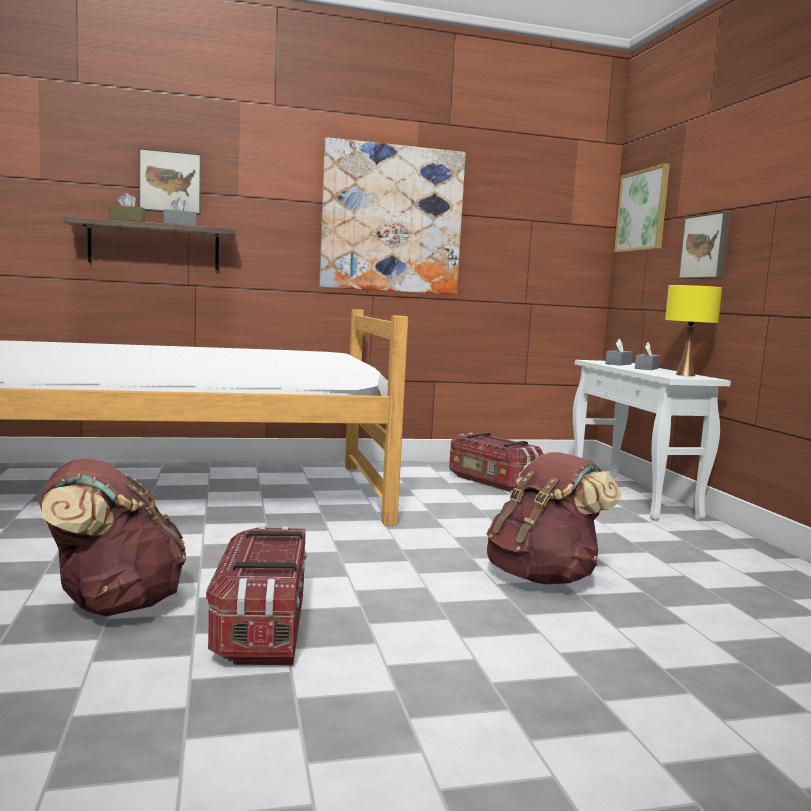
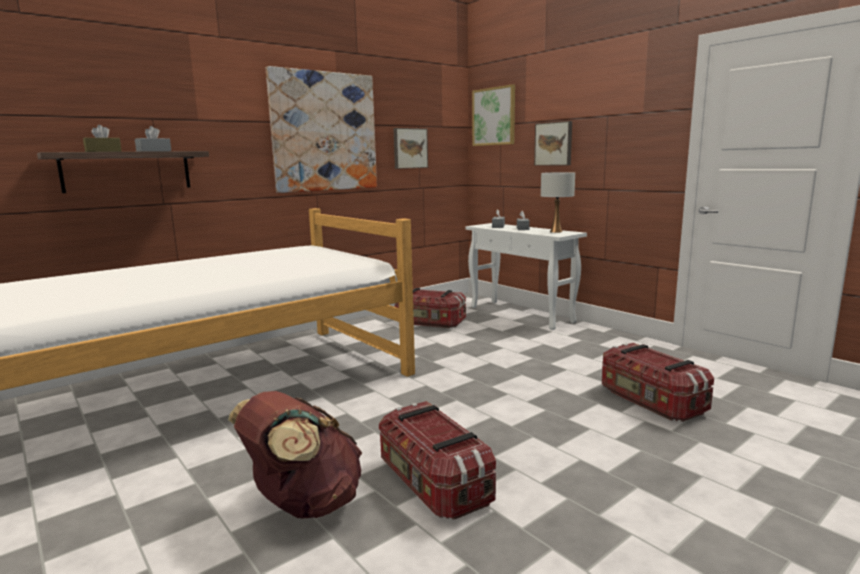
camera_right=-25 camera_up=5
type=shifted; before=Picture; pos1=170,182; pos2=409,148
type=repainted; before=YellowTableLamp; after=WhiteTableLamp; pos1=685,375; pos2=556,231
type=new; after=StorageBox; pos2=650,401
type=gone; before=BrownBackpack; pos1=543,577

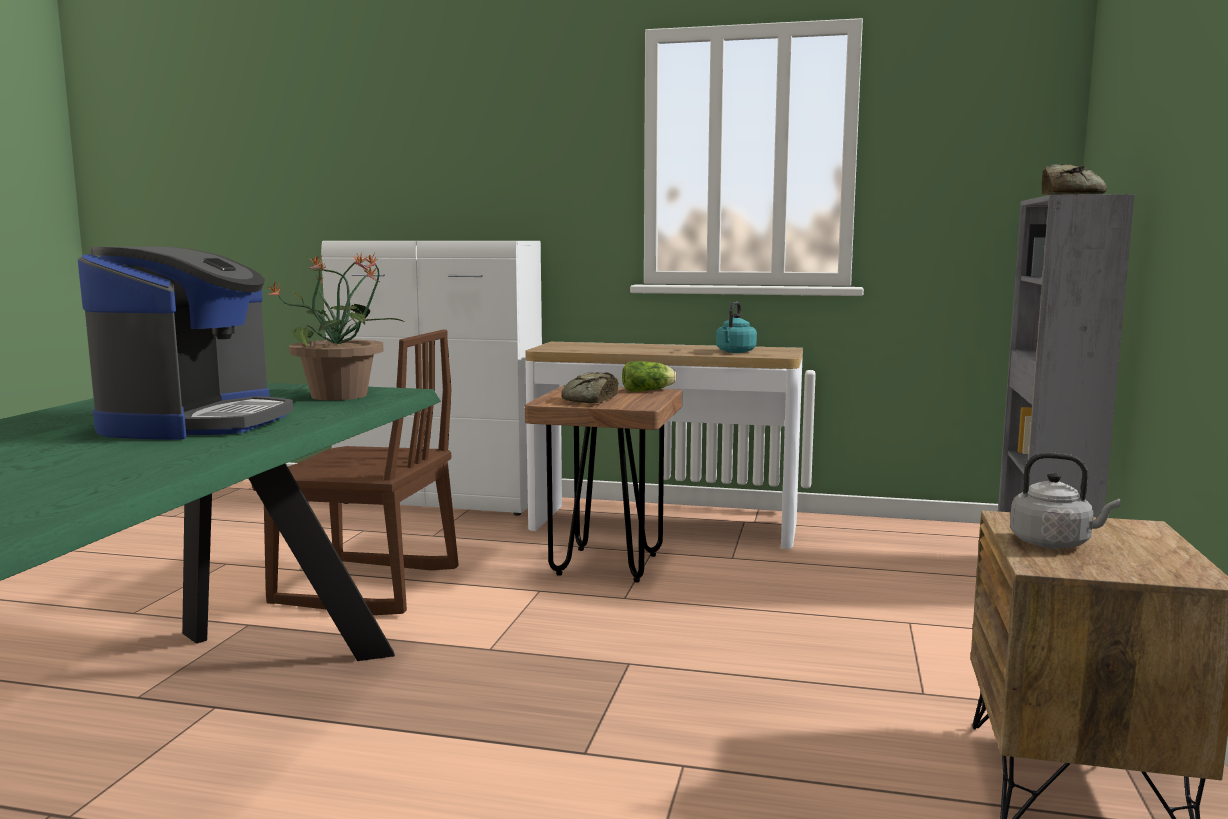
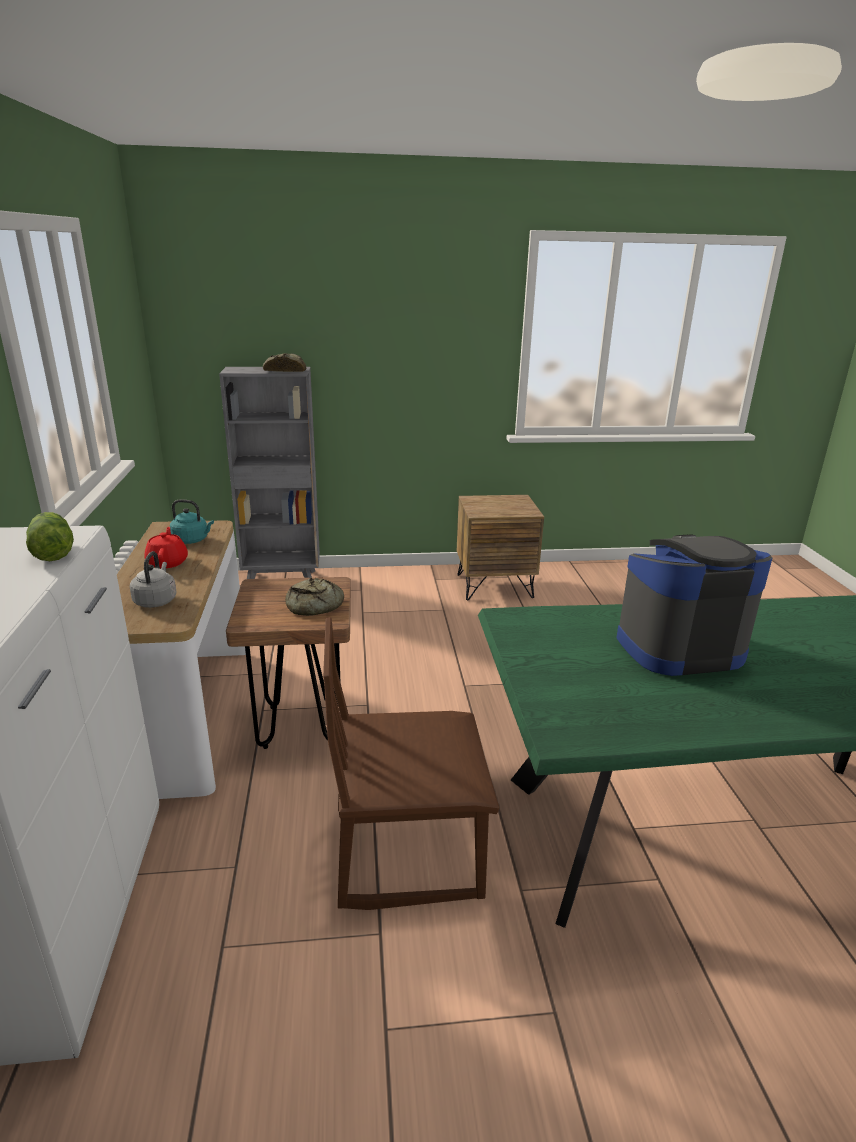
camera_right=-110 camera_up=15
type=shifted; before=Lettuce; pos1=649,390; pos2=53,551
type=shifted; before=GreyKettle; pos1=1054,543; pos2=156,600
type=new; after=RedTeapot; pos2=168,562
type=rotated; before=BrownChair; pos1=366,587; pos2=406,850; turn=-90
type=gone; before=PottedPlant; pos1=341,395

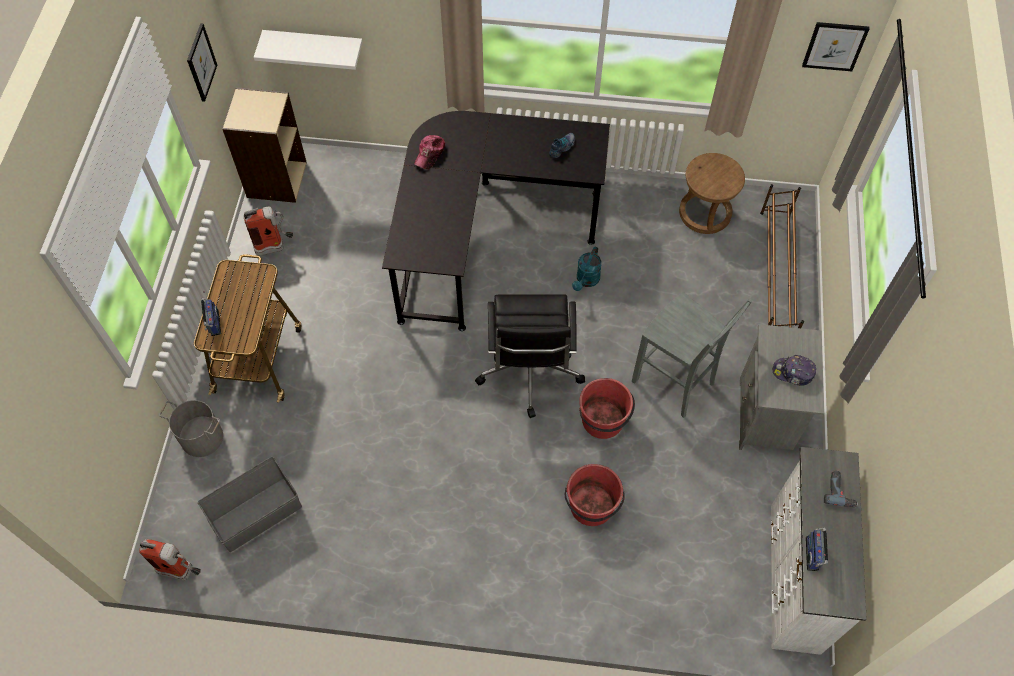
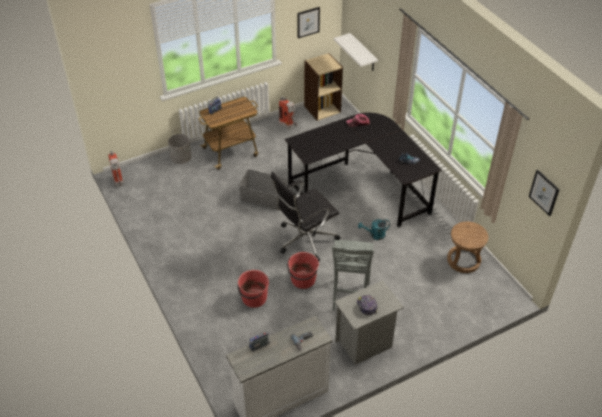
camera_right=55 camera_up=-15
type=shifted; before=GreyStorageBox; pos1=256,514; pos2=263,198
type=gone; before=BrownShoeRack; pos1=775,277

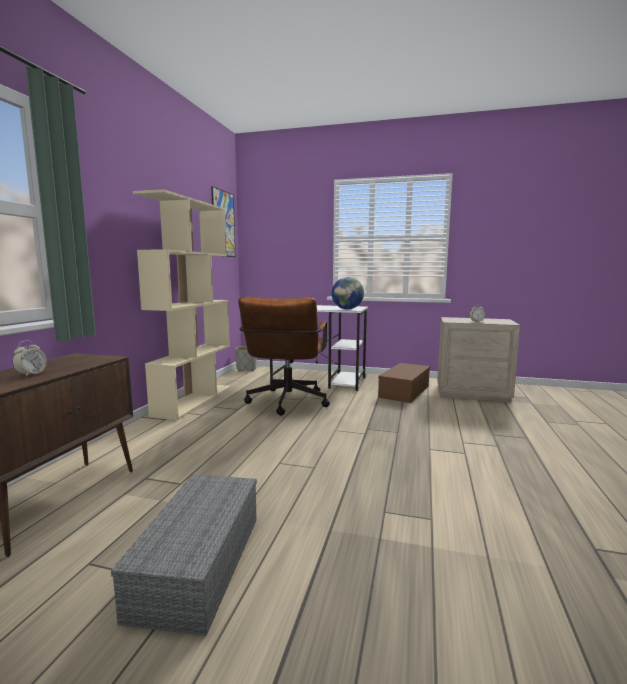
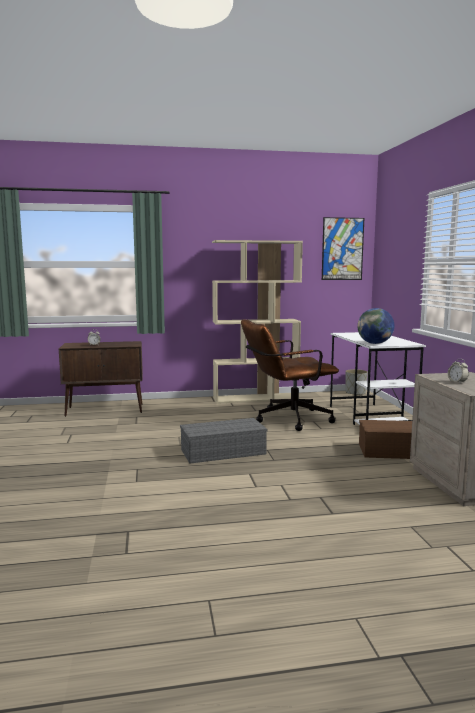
camera_right=65 camera_up=0
type=shifted; before=GreyStorageBox; pos1=198,561; pos2=224,451

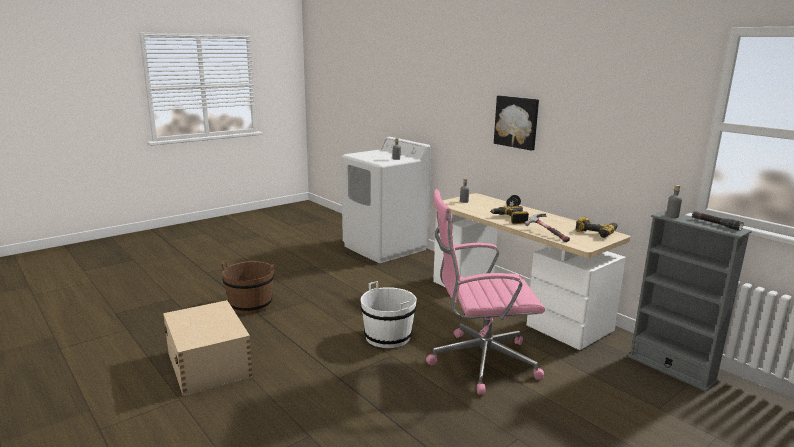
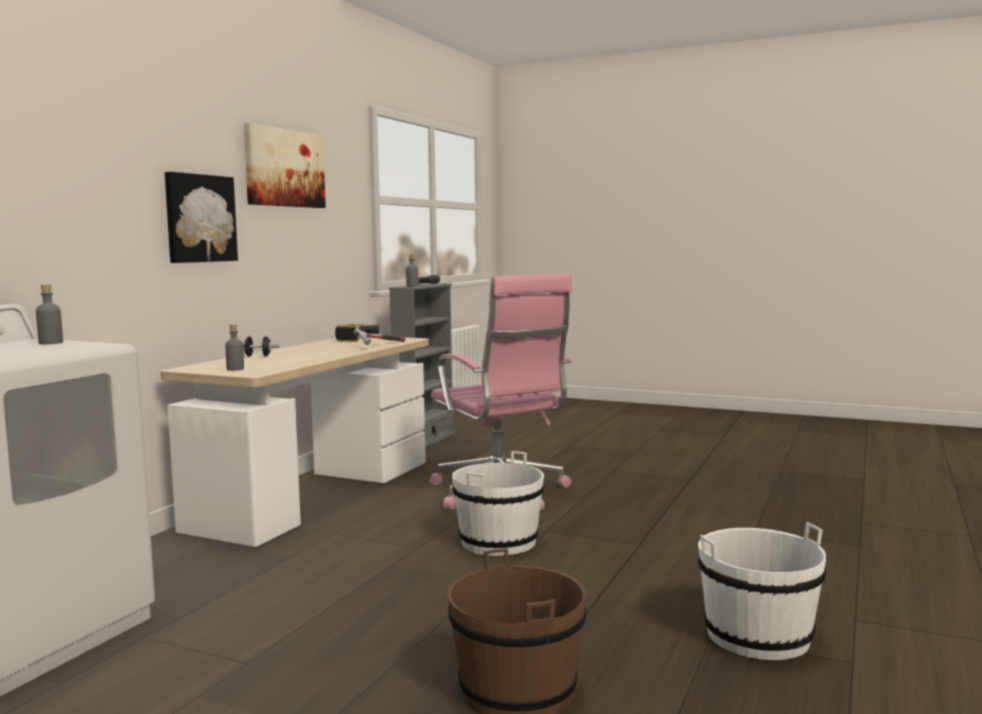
camera_right=-115 camera_up=-10
type=new; after=Picture; pos2=284,168
type=swapped; before=BeigeStorageBox; after=WhiteBucket; pos1=209,363; pos2=758,636
type=gone; before=PowerDrill; pos1=510,219

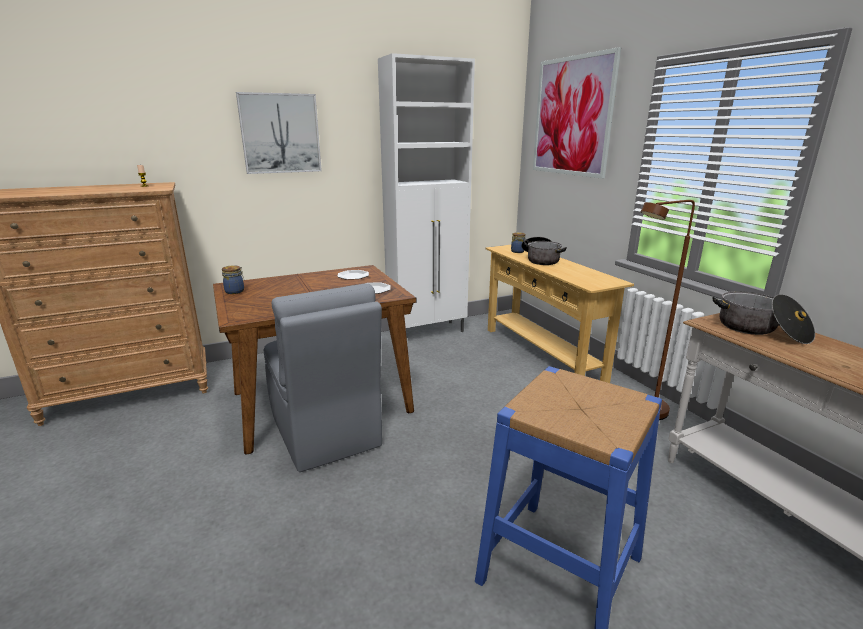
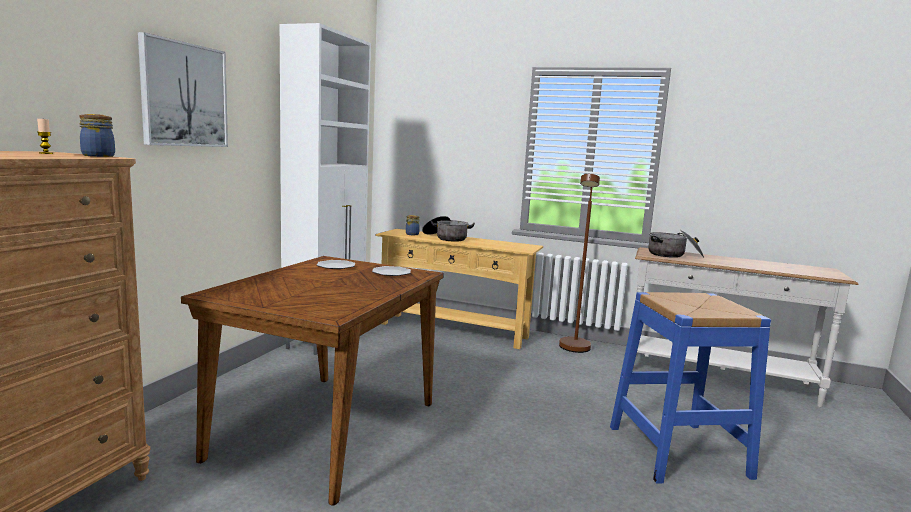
camera_right=-45 camera_up=-10
type=shifted; before=Jar; pos1=235,291; pos2=99,156
type=gone; before=GreyChair; pos1=325,432
type=gone; before=Picture; pos1=572,117

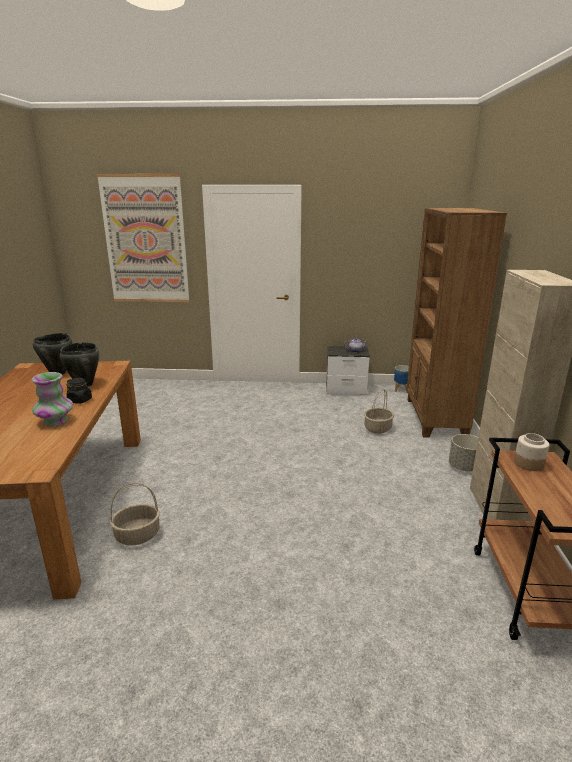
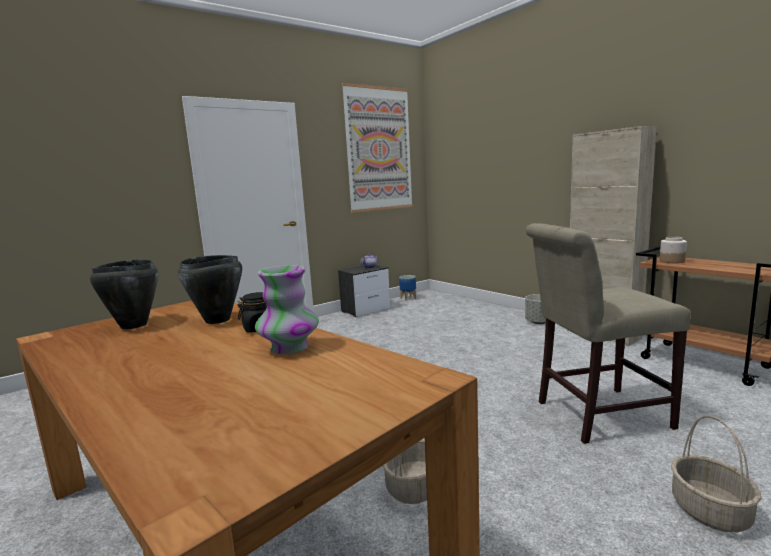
camera_right=-40 camera_up=-10
type=shifted; before=Picture; pos1=145,240; pos2=379,149
type=new; after=BeigeChair; pos2=595,415
type=shifted; before=Basket; pos1=377,428; pos2=708,511
type=gone; before=BrownBookcase; pos1=434,418

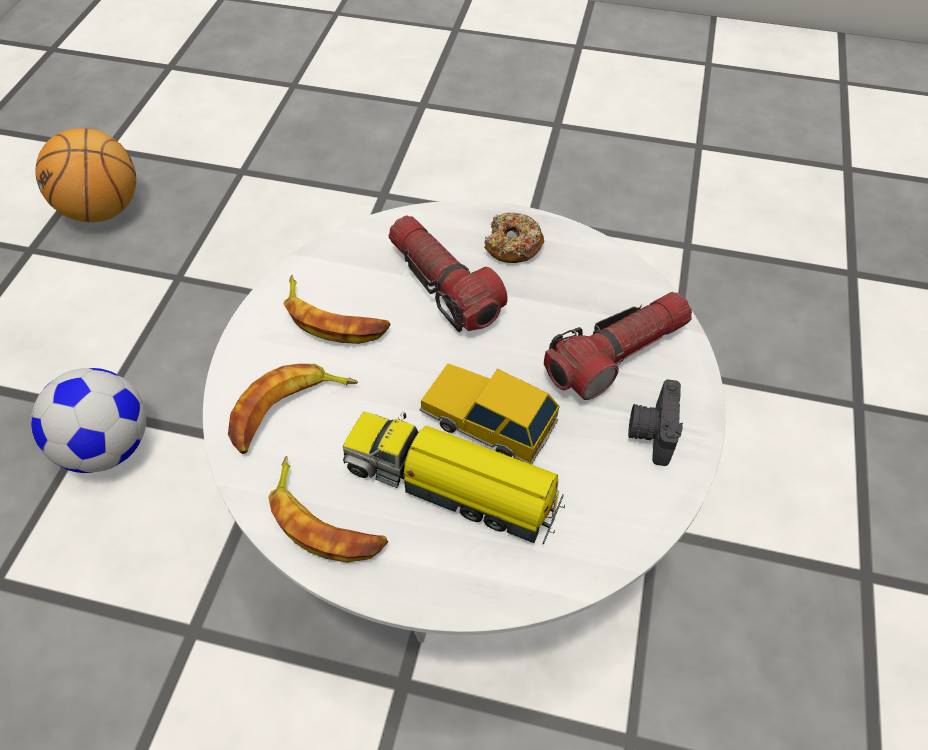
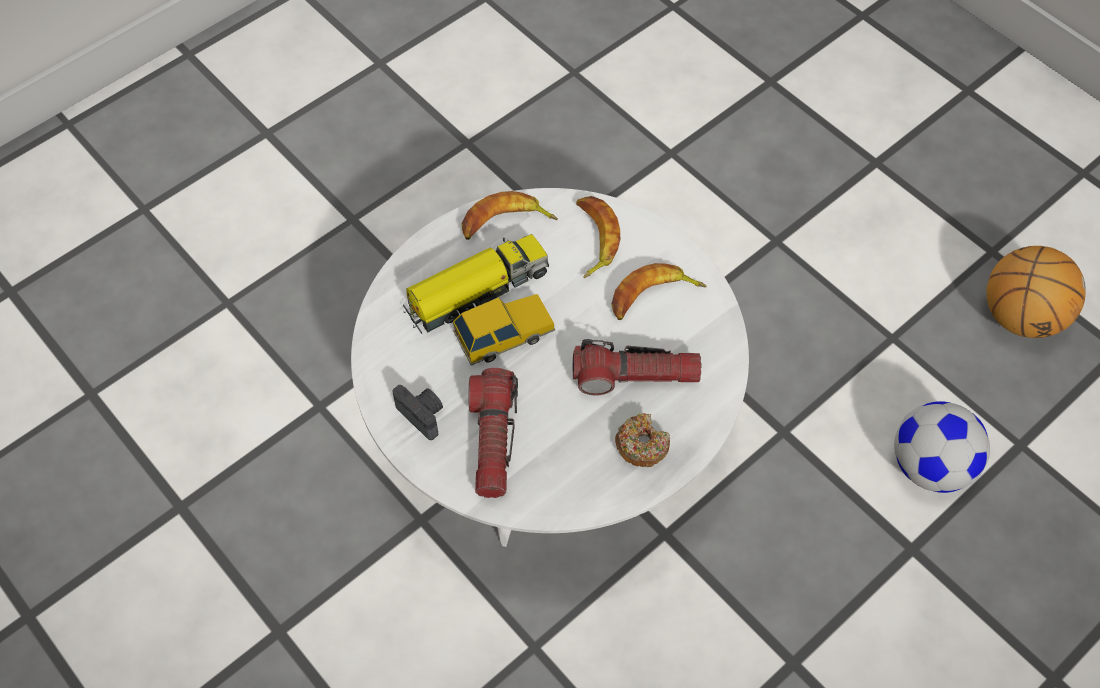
camera_right=125 camera_up=5
type=shifted; before=Football; pos1=108,446; pos2=930,466

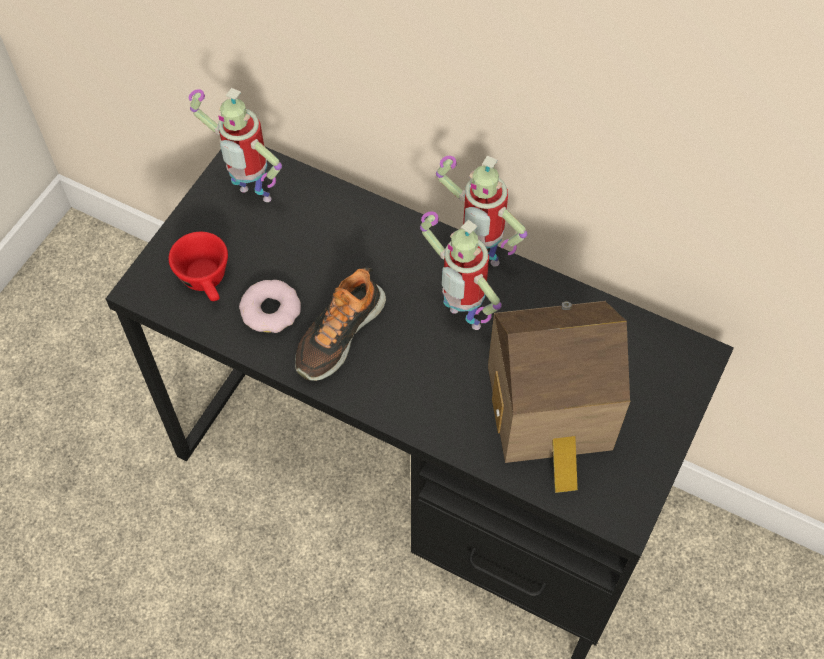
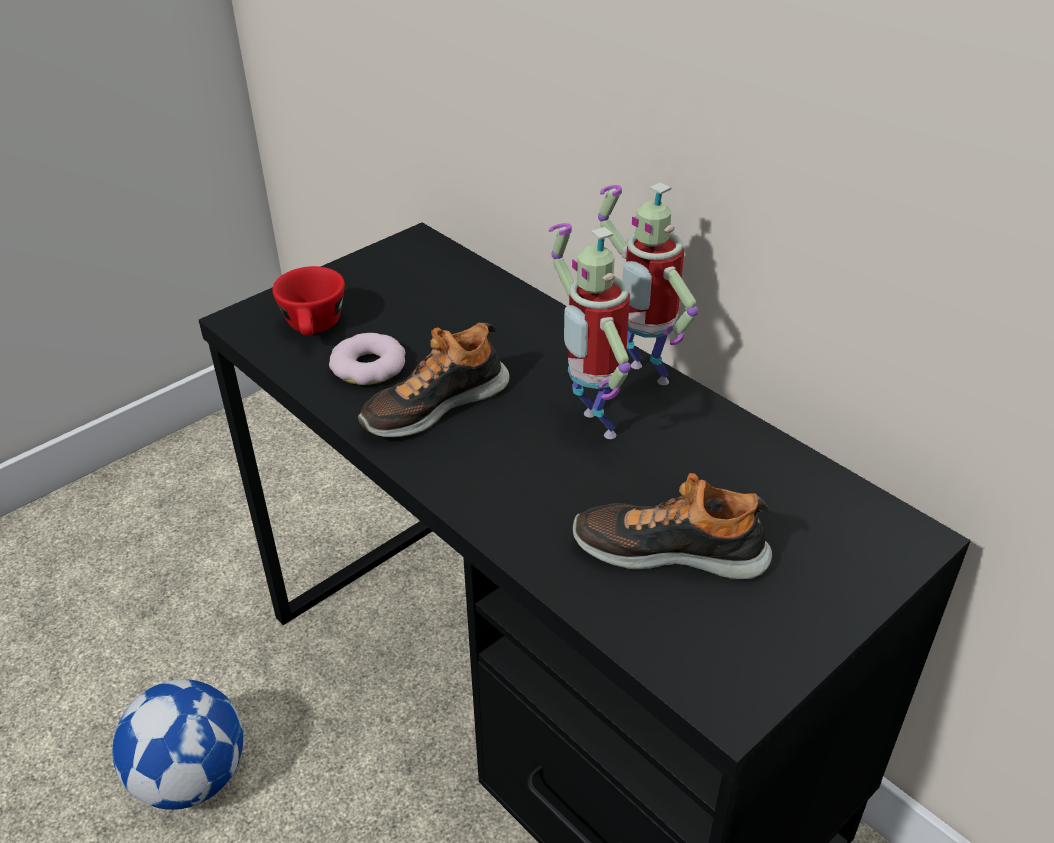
camera_right=20 camera_up=-20
type=new; after=Football; pos2=192,778
type=swapped; before=ToyHouse; after=Shoe; pos1=551,414; pos2=670,549
type=gone; before=ToyRobot; pos1=251,197

